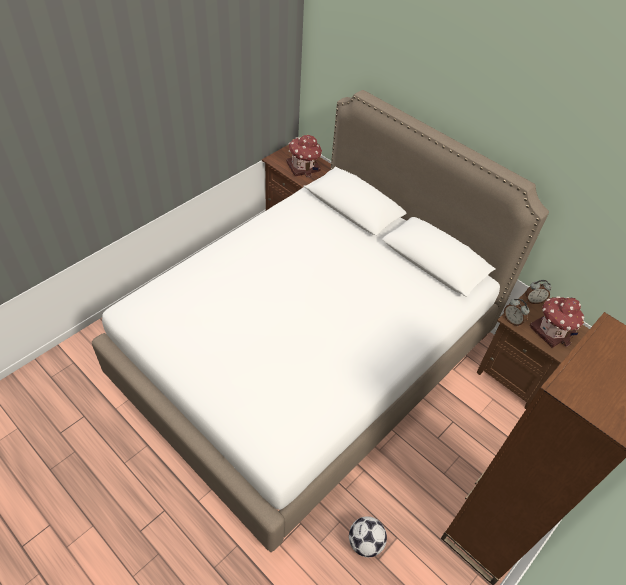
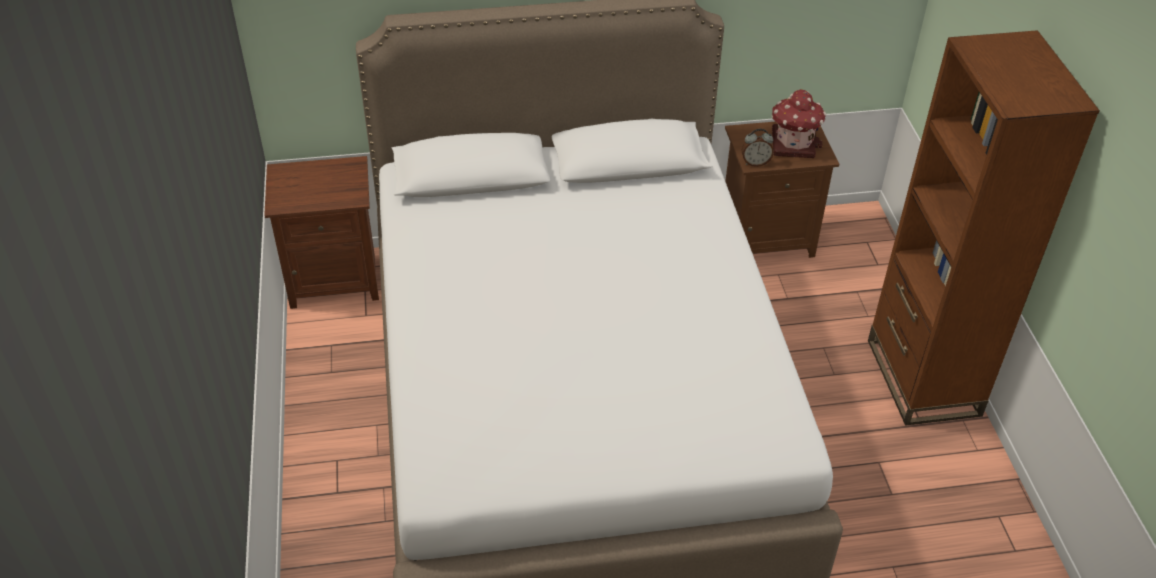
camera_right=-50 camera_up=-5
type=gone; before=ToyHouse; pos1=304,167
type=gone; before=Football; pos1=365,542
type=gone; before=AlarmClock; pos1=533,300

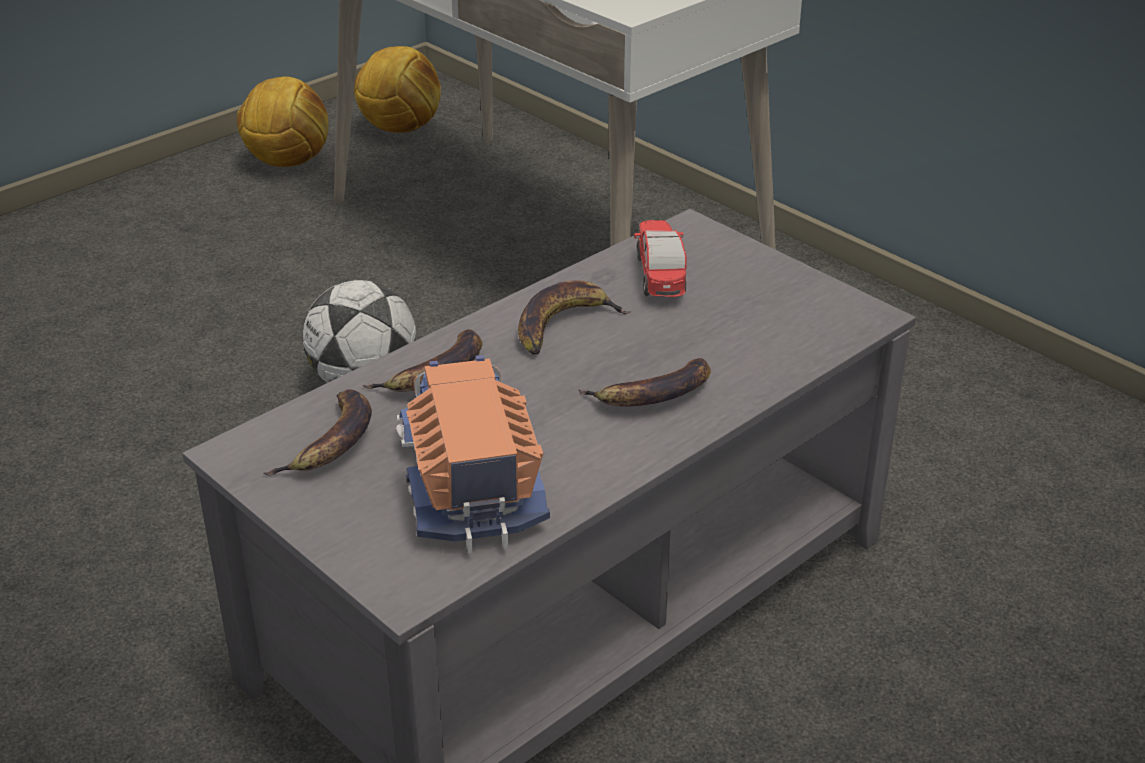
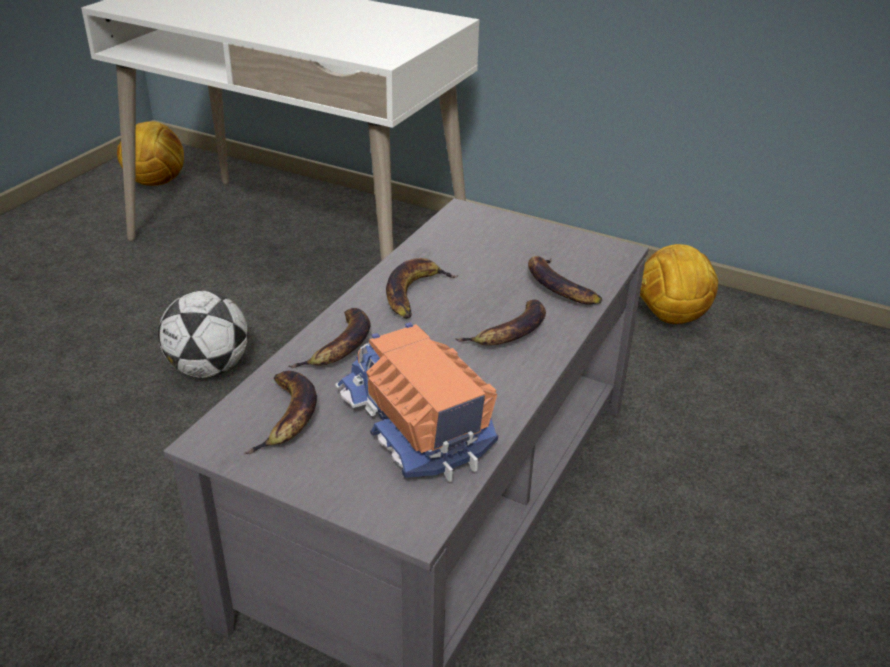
camera_right=-20 camera_up=0
type=new; after=Banana; pos2=558,287
type=shifted; before=Football; pos1=287,163; pos2=671,317
type=gone; before=ToyCar; pos1=659,277

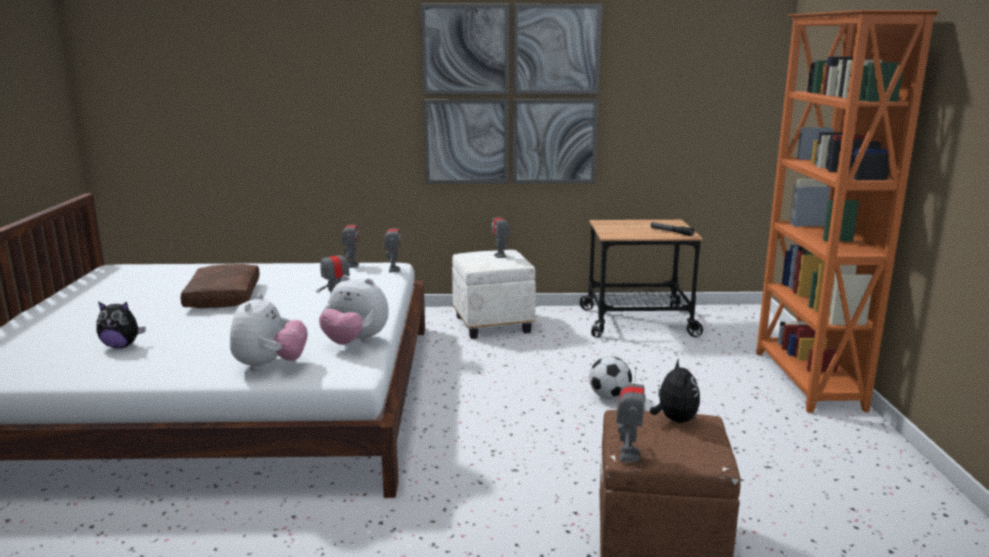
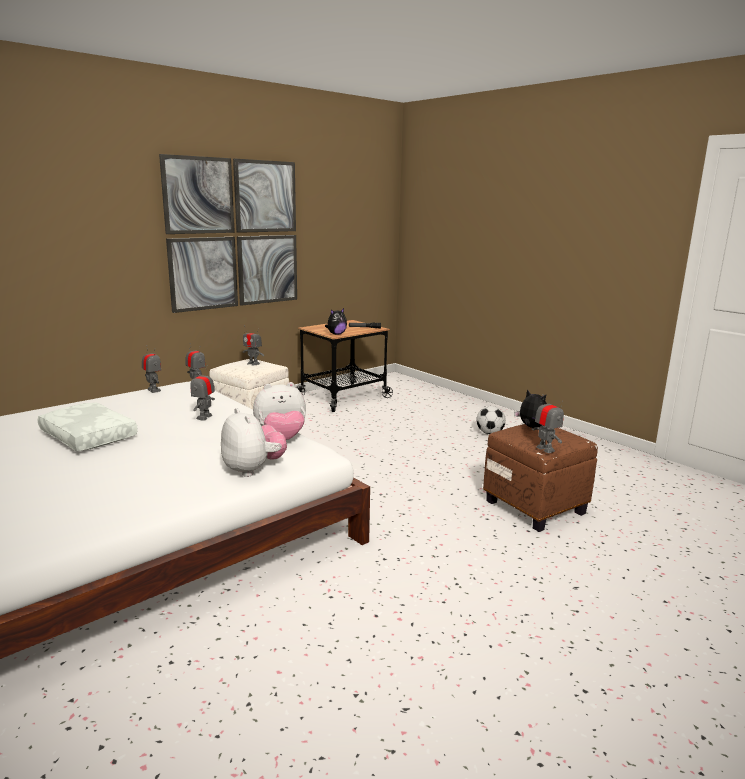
camera_right=-40 camera_up=0
type=repainted; before=BrownPillow; after=WhitePillow; pos1=222,296; pos2=86,436
type=shifted; before=PlushToy; pos1=121,346; pos2=336,334
type=shifted; before=Football; pos1=609,397; pos2=489,433
type=gone; before=OrangeBookcase; pos1=806,381

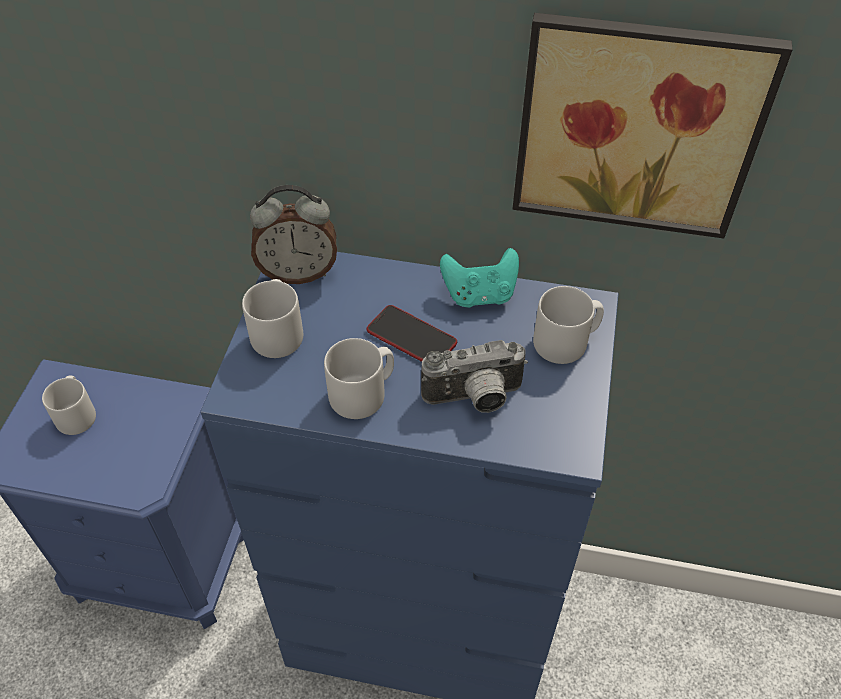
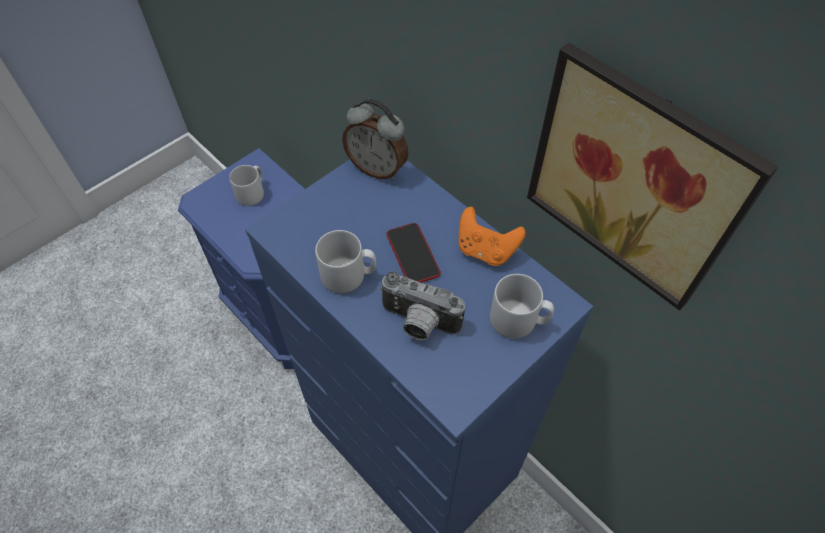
camera_right=35 camera_up=5
type=repainted; before=TurquoiseGameController; after=OrangeGameController; pos1=479,295; pos2=485,250
type=gone; before=GreyMug; pos1=278,333

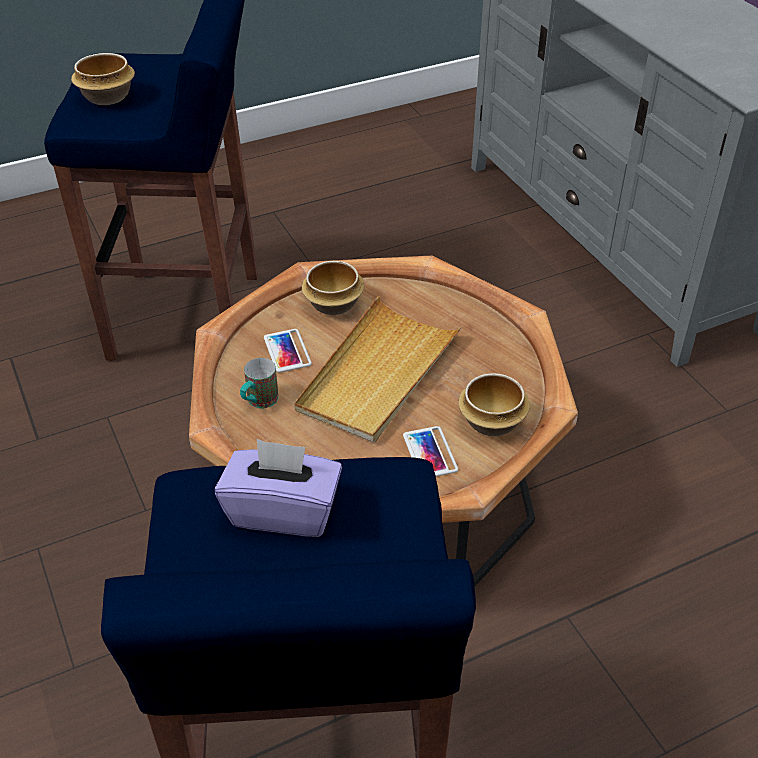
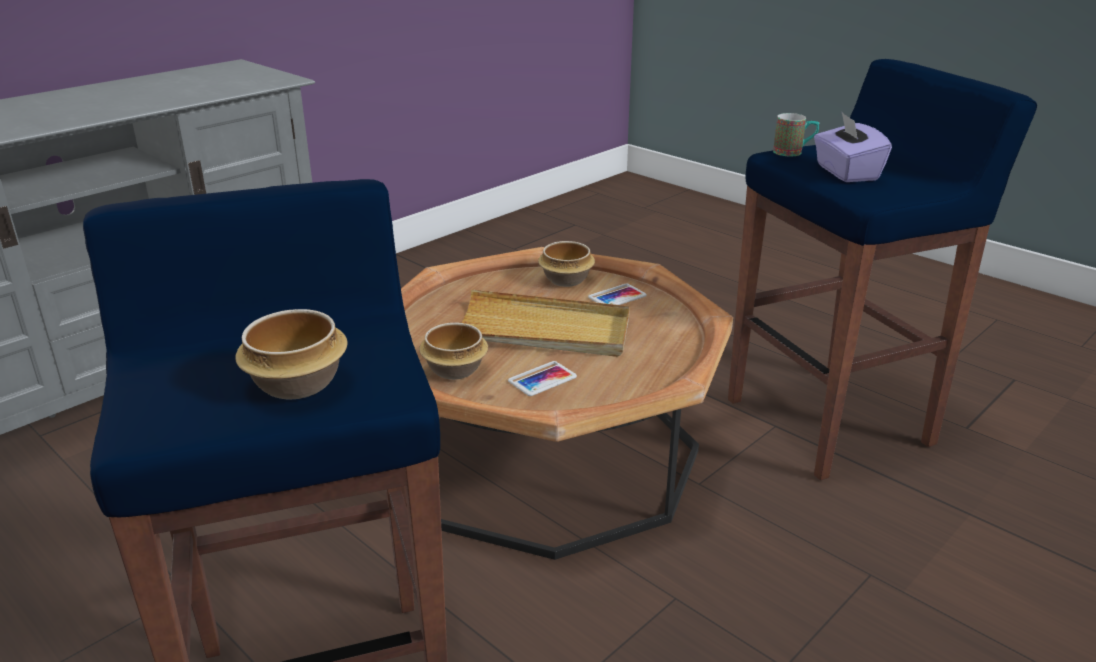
camera_right=-110 camera_up=-15
type=shifted; before=Mug; pos1=258,402; pos2=794,153

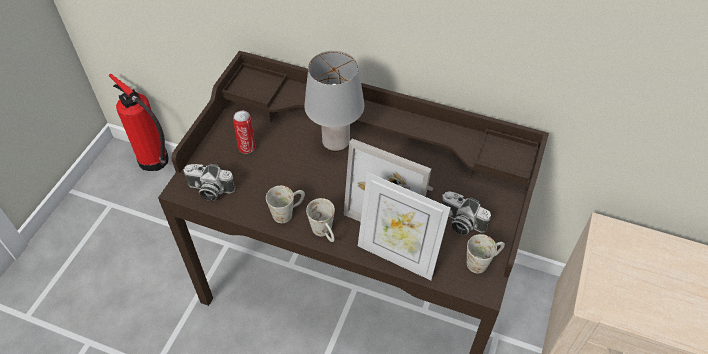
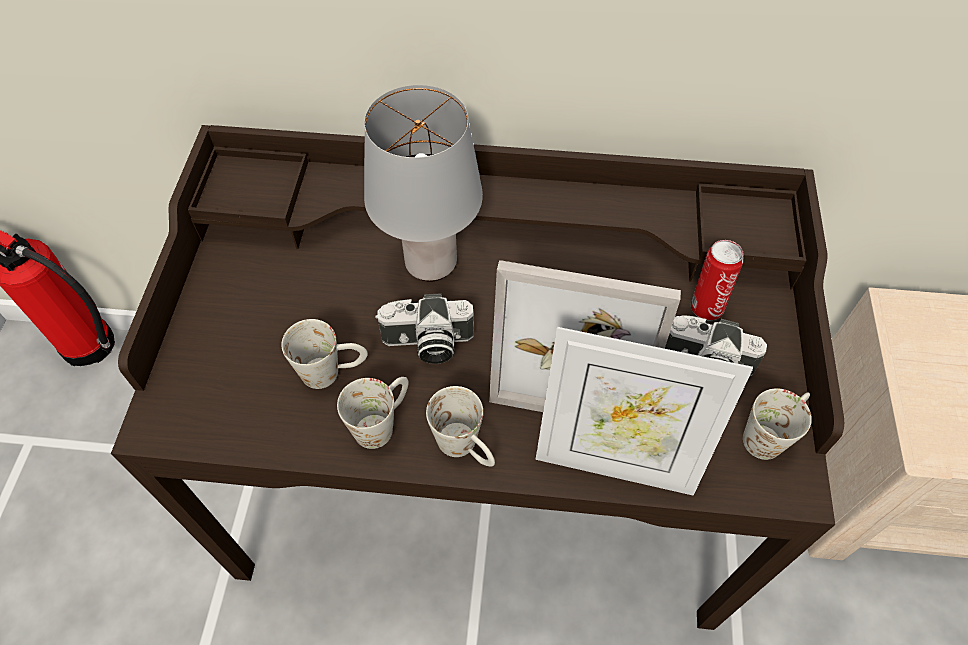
camera_right=-15 camera_up=5
type=new; after=WhiteMug; pos2=332,371
type=shifted; before=PhotoCamera; pos1=209,190; pos2=427,344
type=shifted; before=Can; pos1=247,147; pos2=705,306

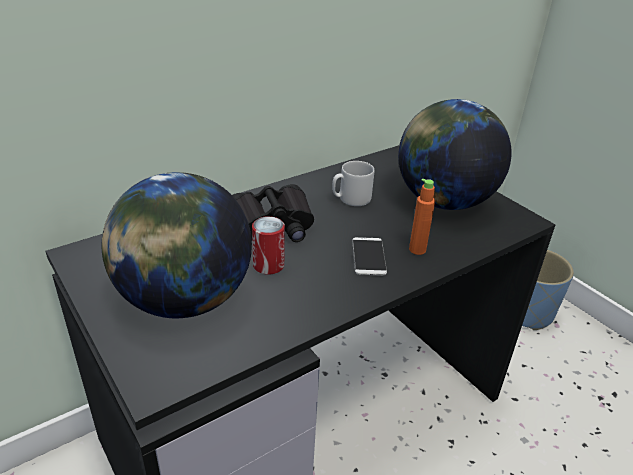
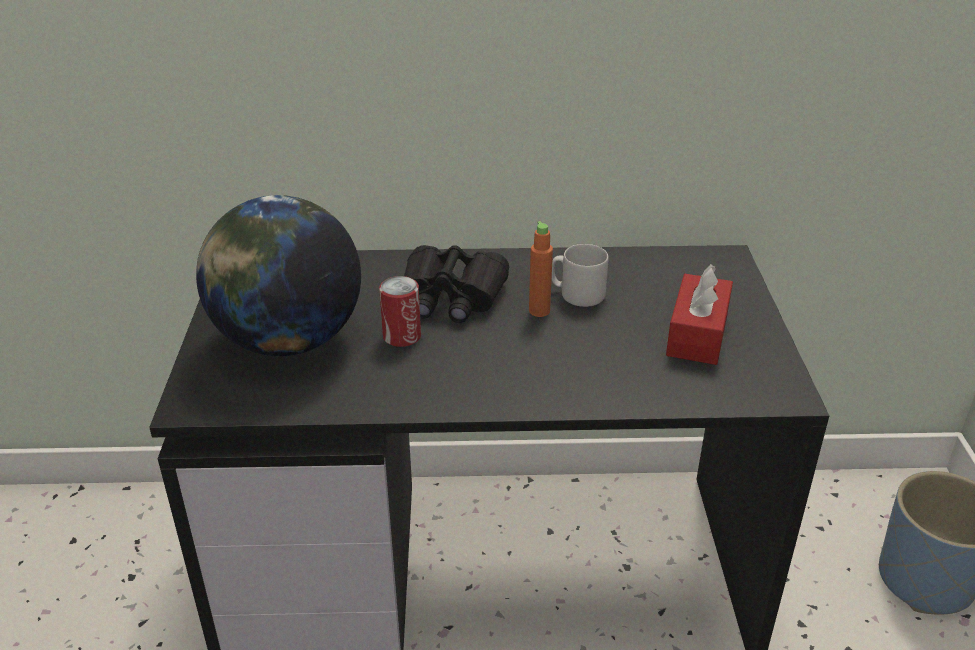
camera_right=35 camera_up=0
type=shifted; before=OrangeBottle; pos1=417,249; pos2=539,311
type=swapped; before=Globe; after=RedTissueBox; pos1=443,201; pos2=697,334
type=gone; before=Phone; pos1=368,257

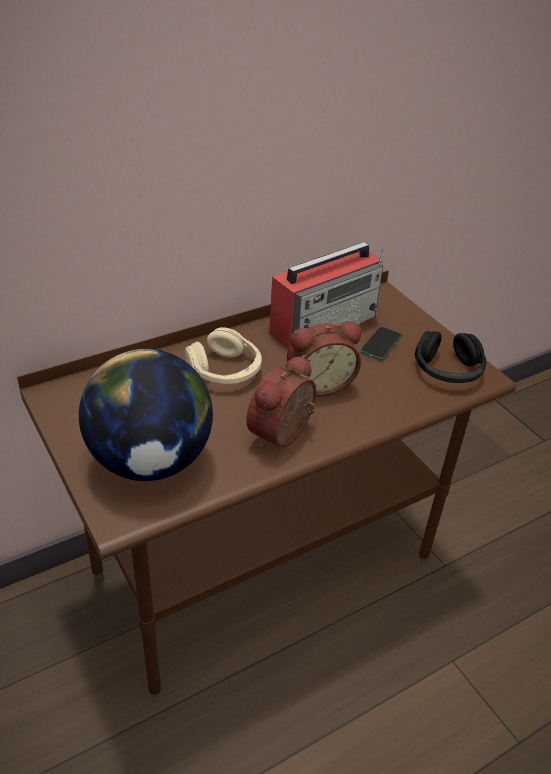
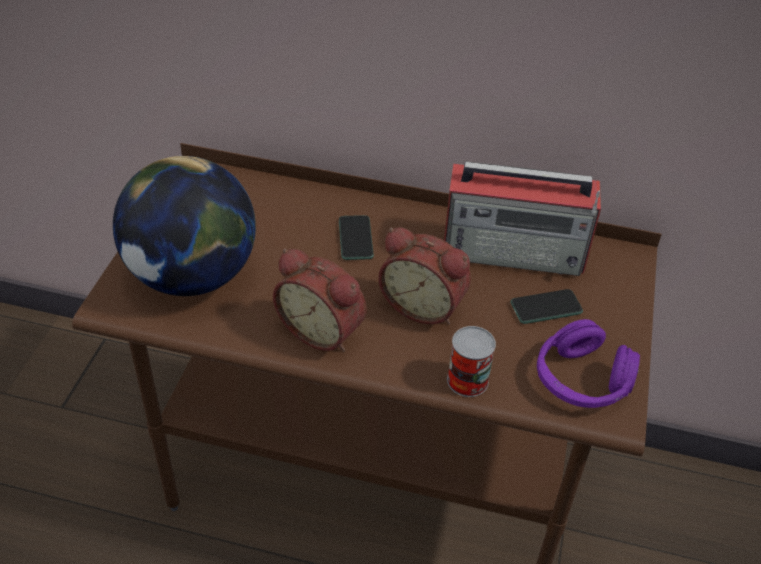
camera_right=45 camera_up=5
type=rotated; before=AlarmClock; pos1=284,436; pos2=323,329; turn=-135
type=swapped; before=BeigeHeadphones; after=Phone; pos1=225,370; pos2=355,238
type=new; after=Can; pos2=467,380
type=repainted; before=BlackHeadphones; after=PurpleHeadphones; pos1=447,370; pos2=581,380

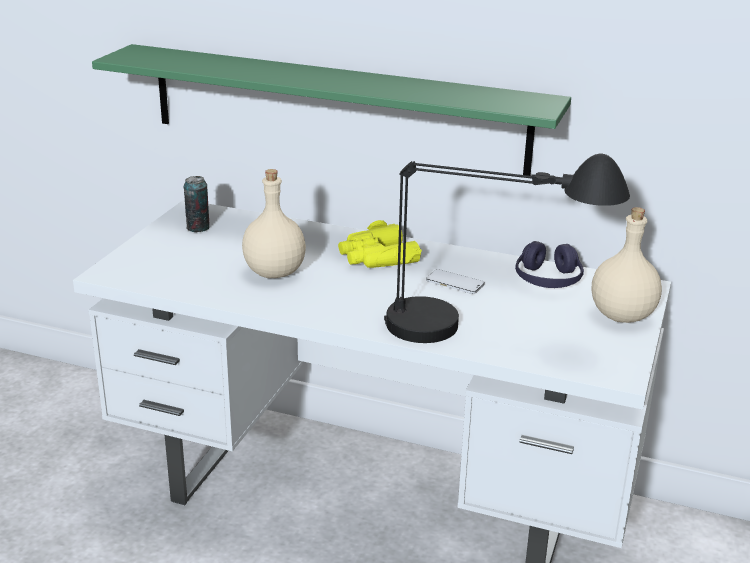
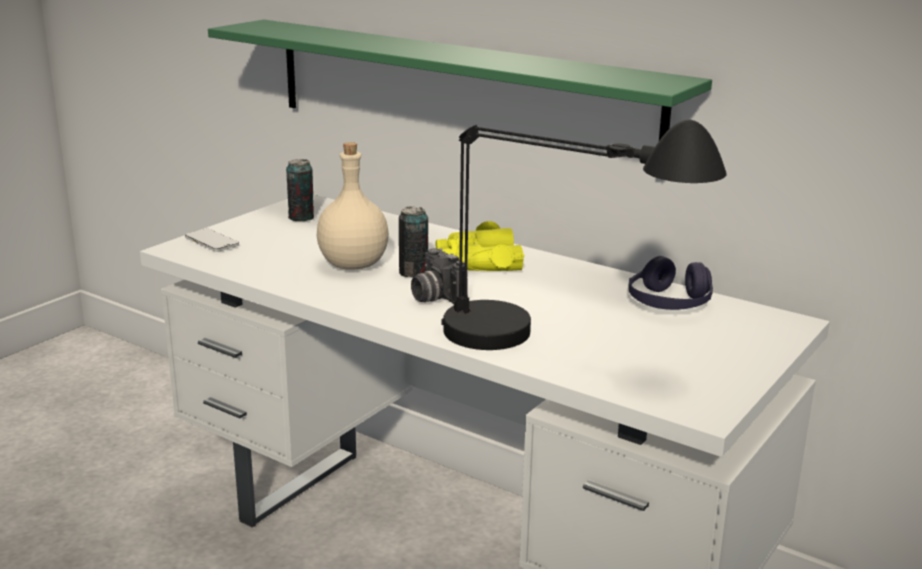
camera_right=15 camera_up=-5
type=shifted; before=Phone; pos1=455,283; pos2=211,242
type=new; after=Can; pos2=413,273
type=new; after=PhotoCamera; pos2=435,297
type=gone; before=BeigeBottle; pos1=622,316

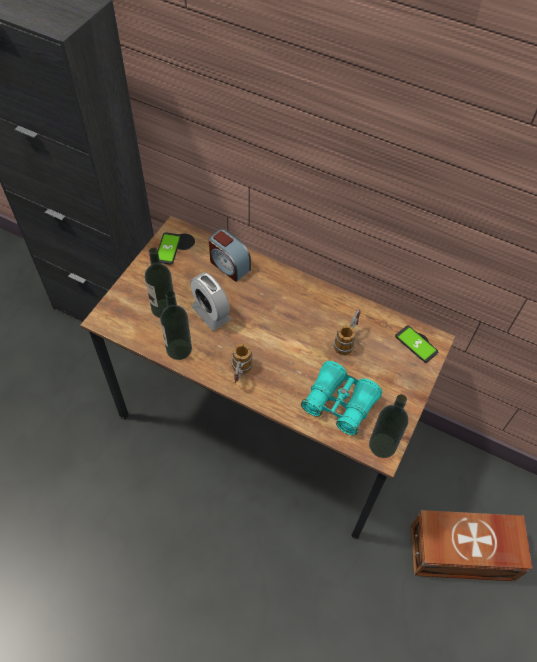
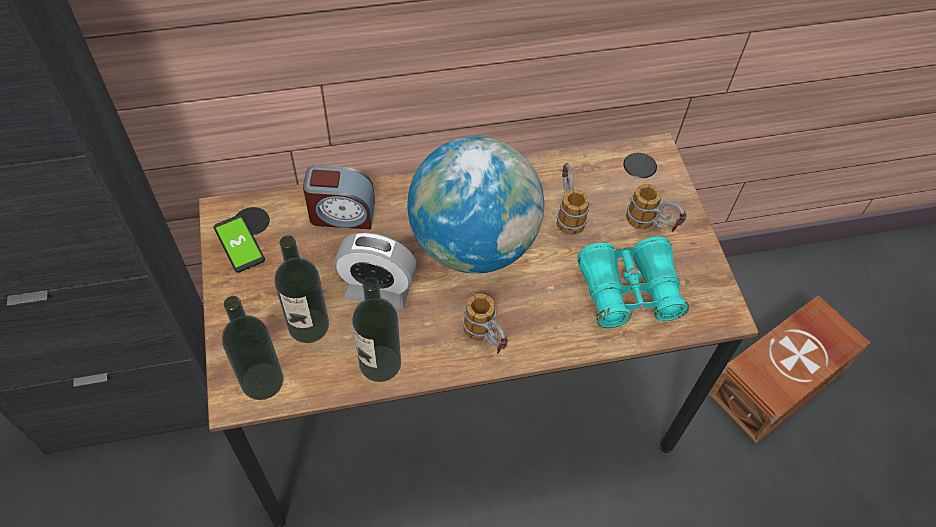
camera_right=-40 camera_up=0
type=shifted; before=Bottle; pos1=382,445; pos2=262,381
type=new; after=Globe; pos2=473,244
type=new; after=Mug; pos2=651,225
type=gone; before=Phone; pos1=416,344

